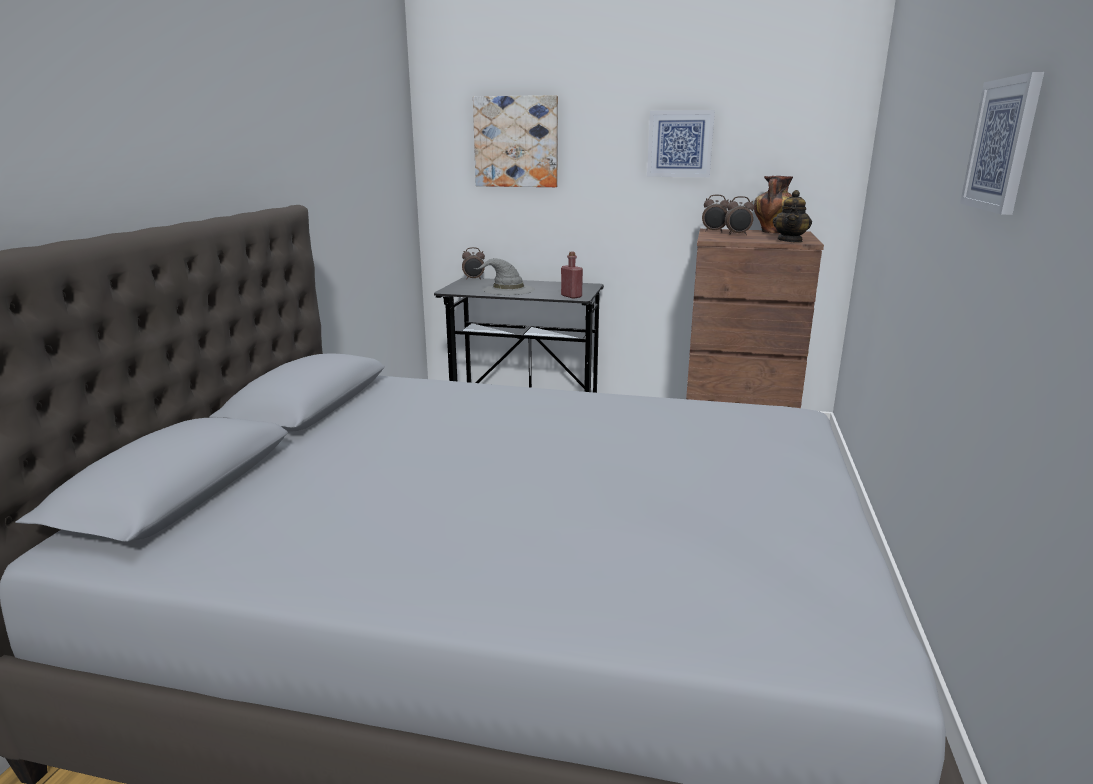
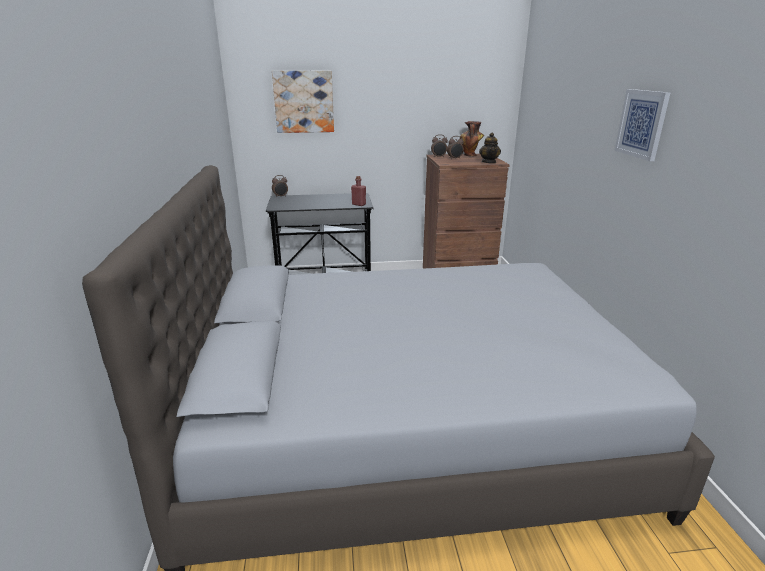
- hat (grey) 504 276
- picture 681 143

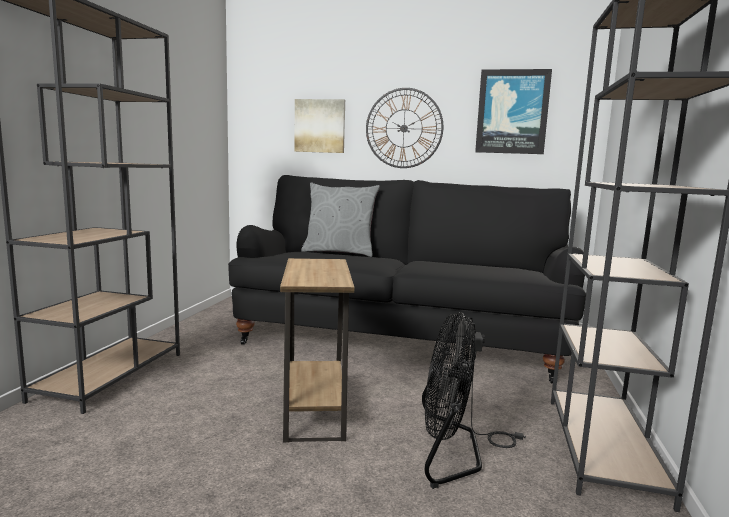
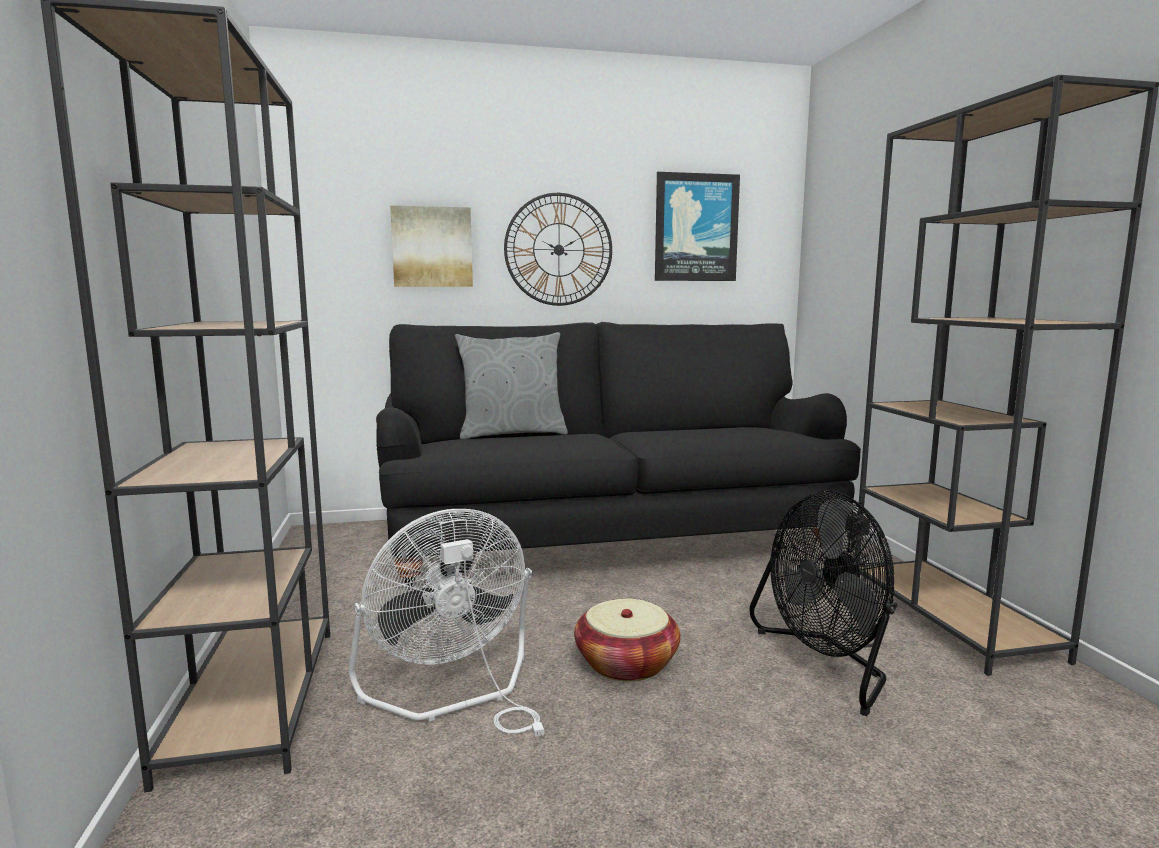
+ fan (white) 446 623
~ side table (brown) 317 350 to basket 627 640

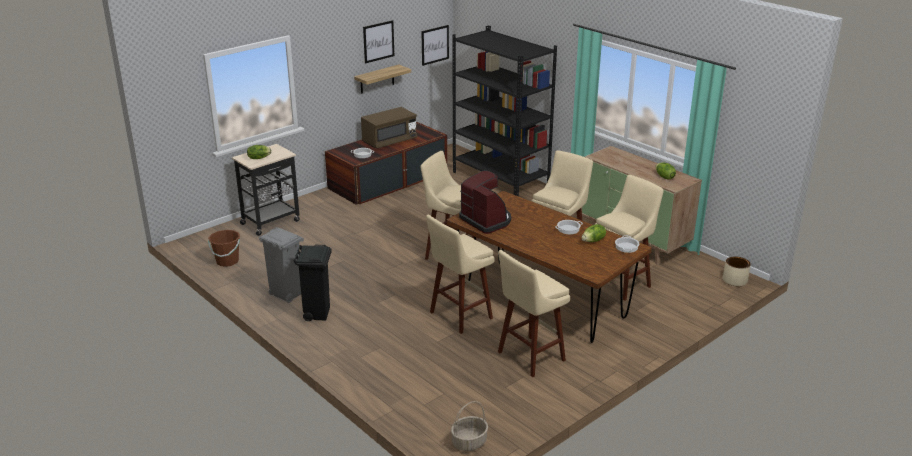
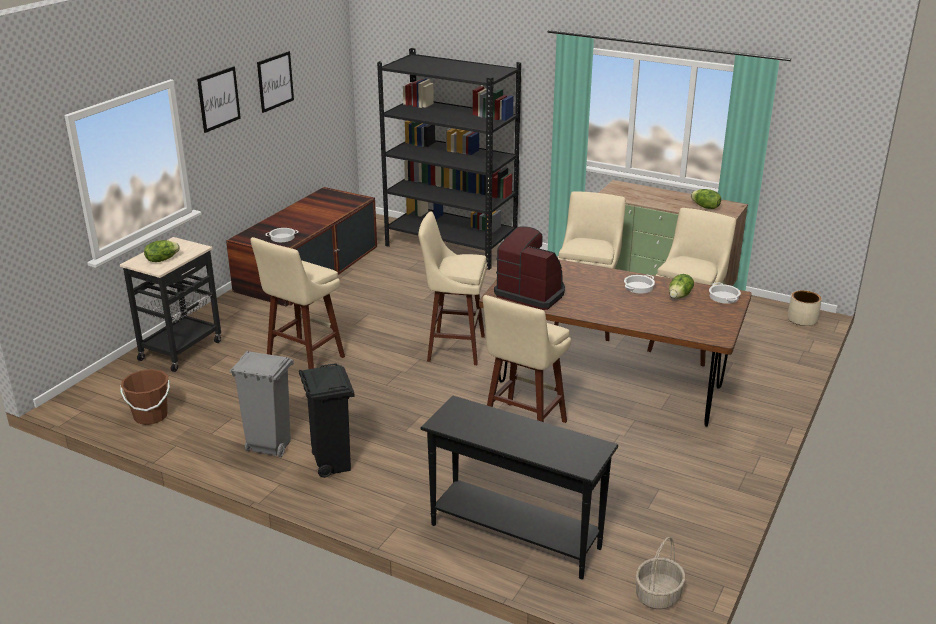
~ picture 435 45 to 219 99
~ stool (beige) 534 313 to 298 303
+ console table (black) 519 487
- shelf 382 79
- microwave (brown) 389 128

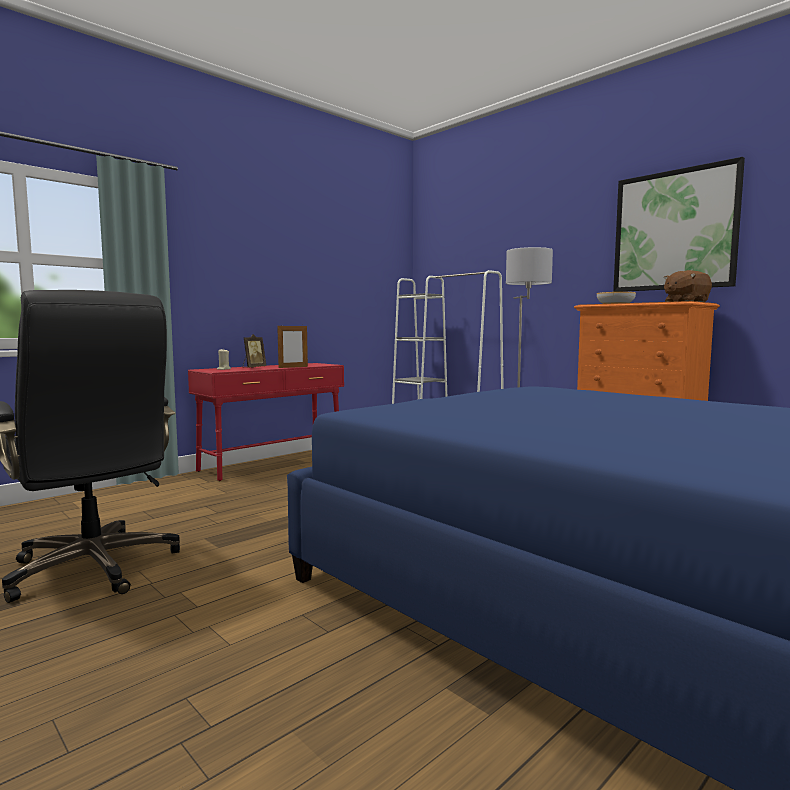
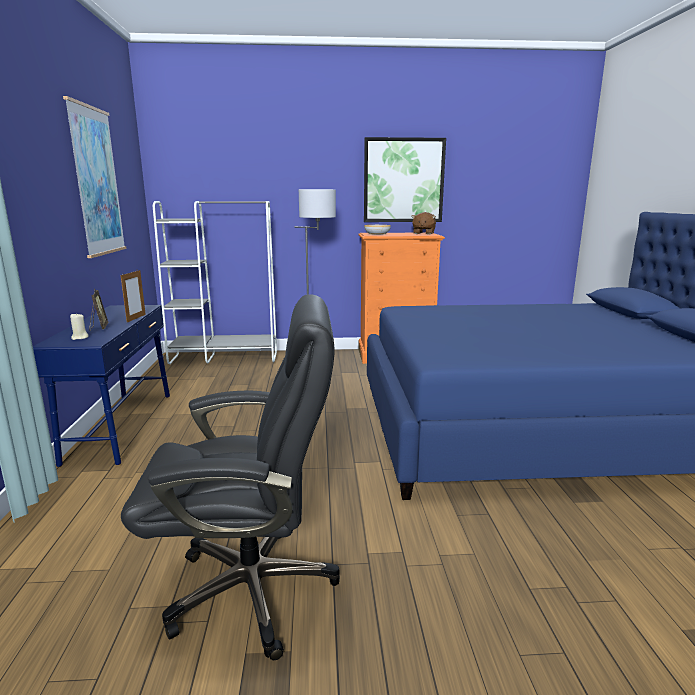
~ console table (red) 266 422 to console table (blue) 101 386
+ picture 95 177

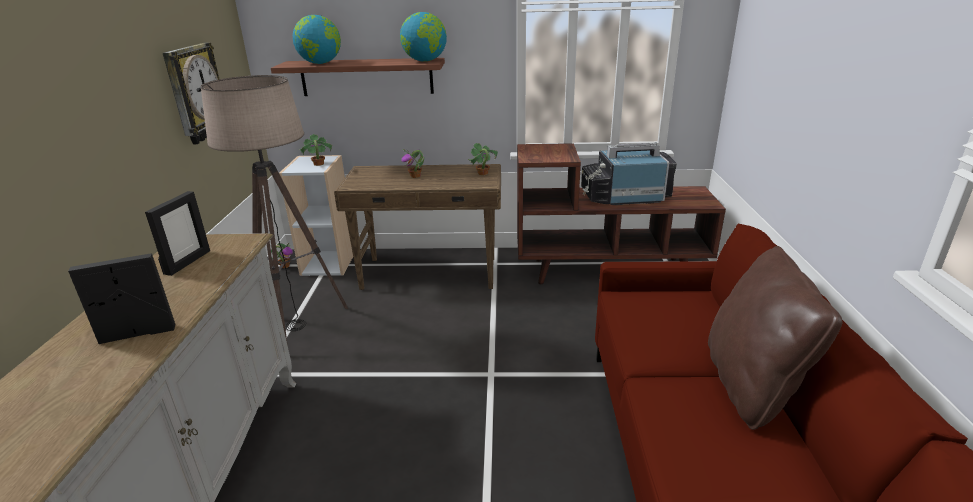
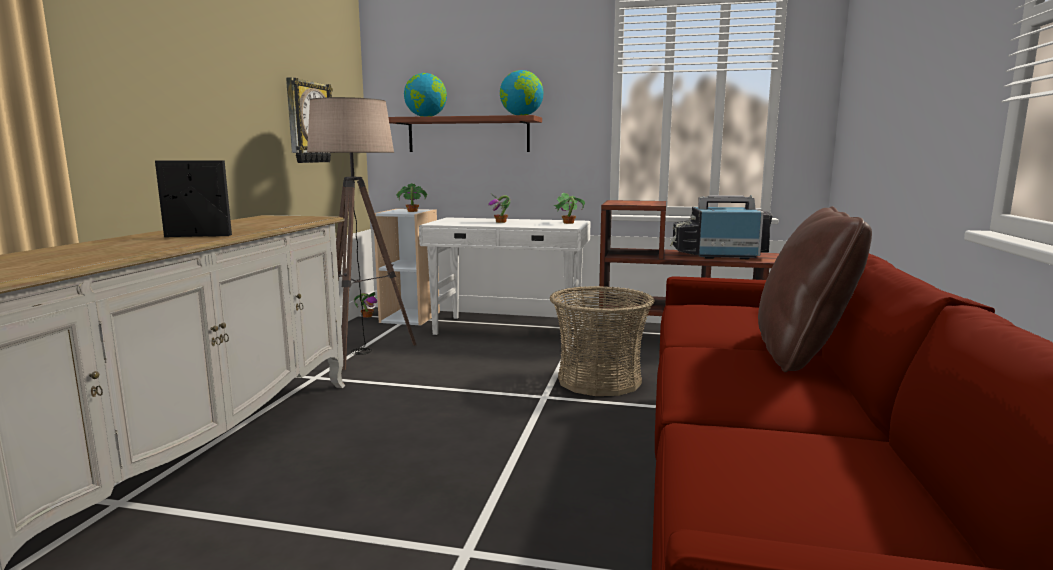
~ console table (brown) 417 227 to console table (white) 504 280
+ basket 602 341
- picture frame 177 233

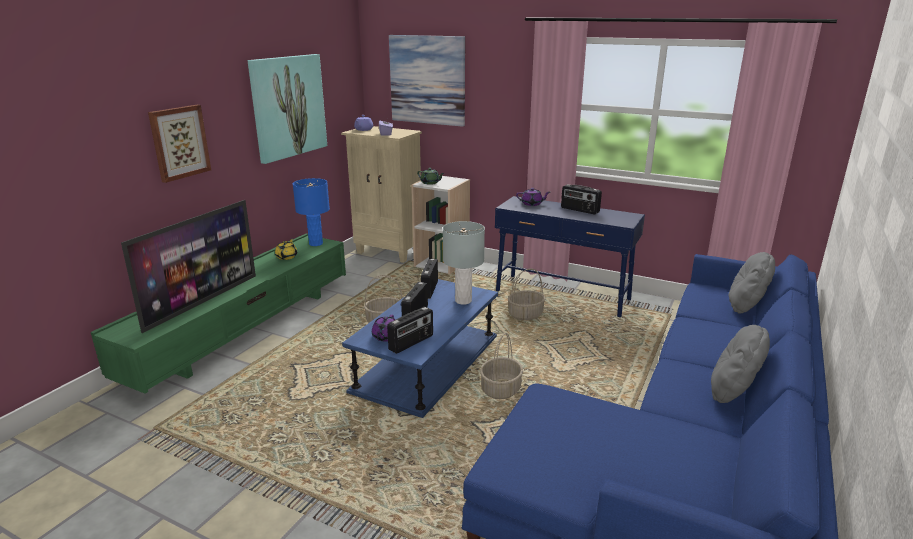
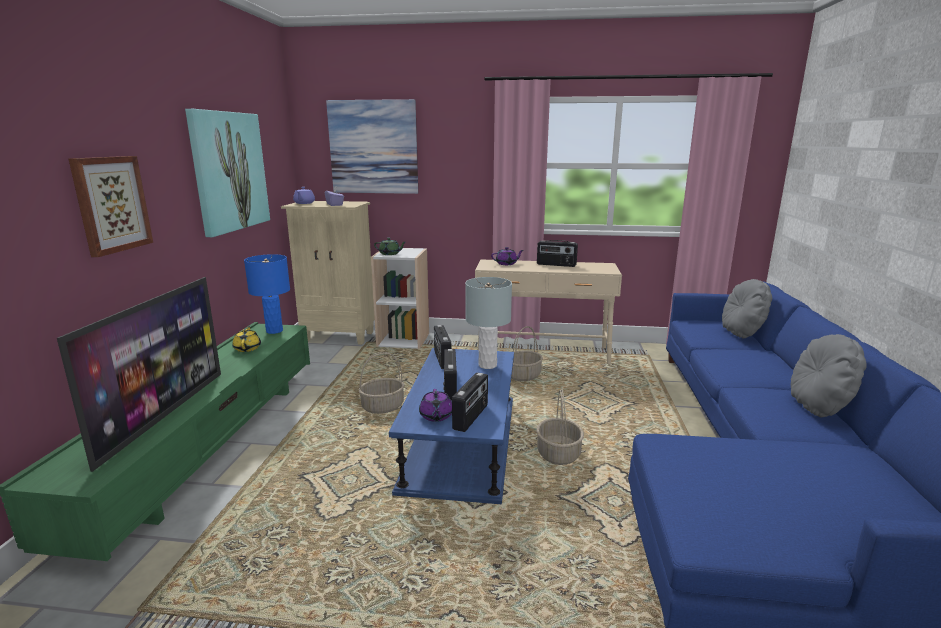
~ console table (blue) 570 256 to console table (beige) 548 312

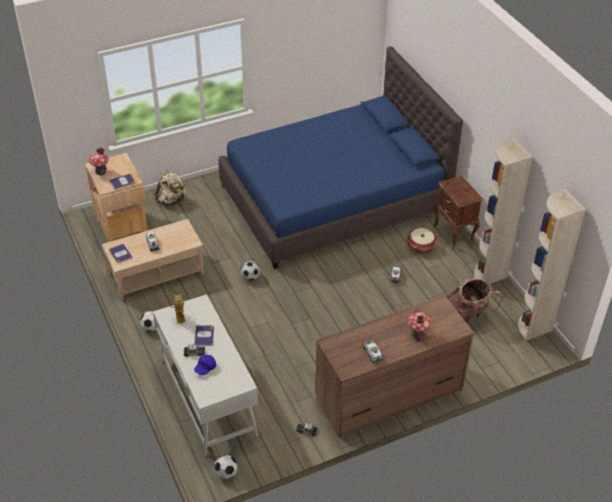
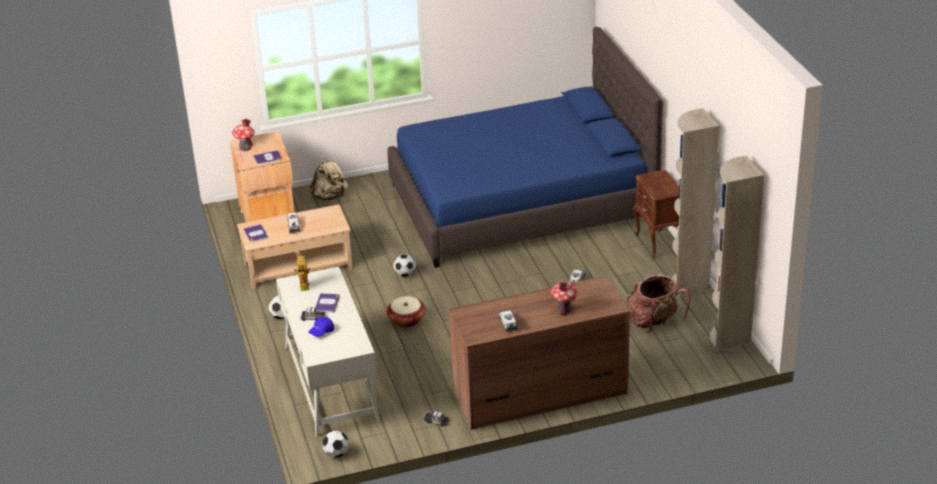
~ basket 422 241 to 406 312

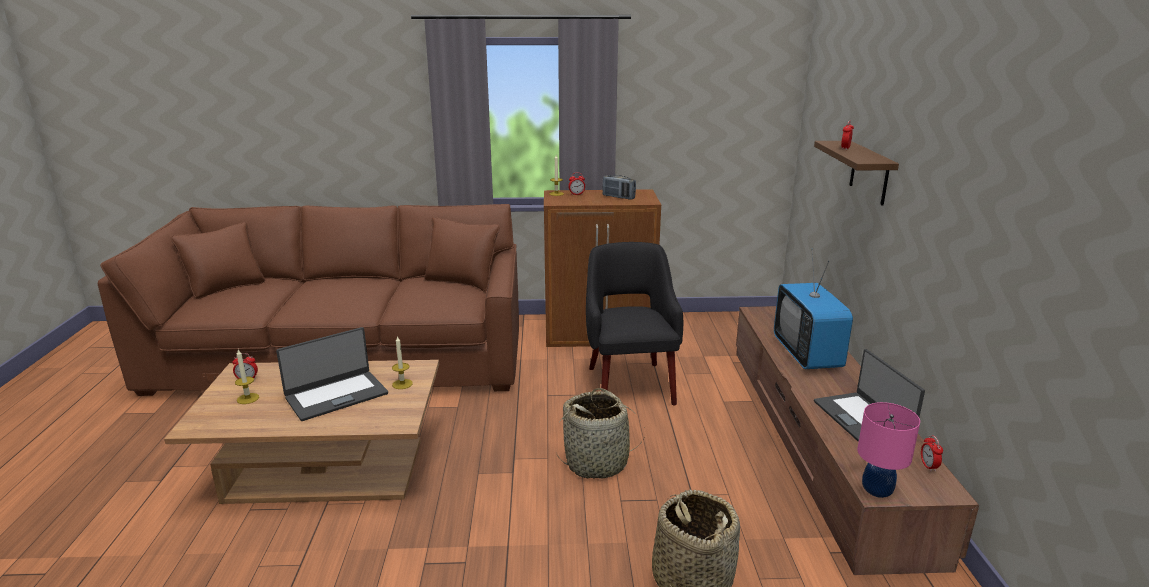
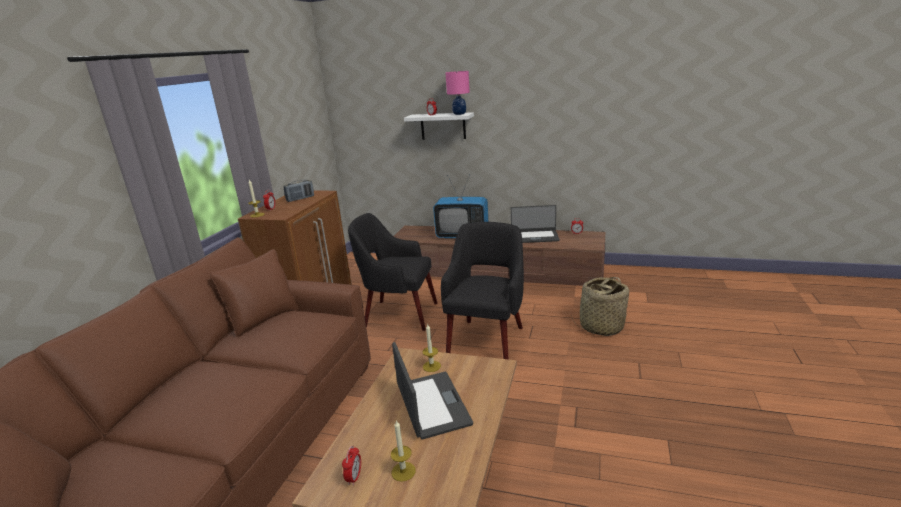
~ shelf (brown) 856 173 to shelf (white) 439 126
~ basket 600 433 to armchair (black) 482 290
~ table lamp (pink) 888 450 to 458 93

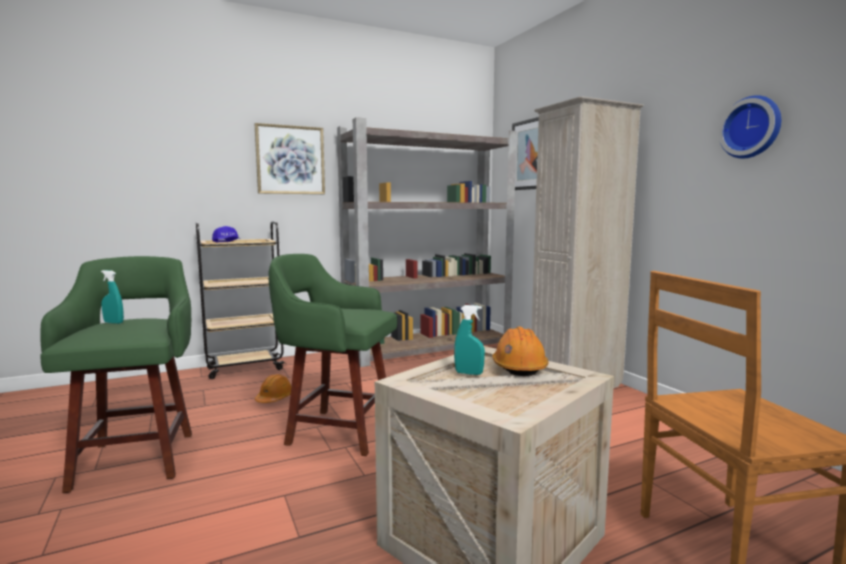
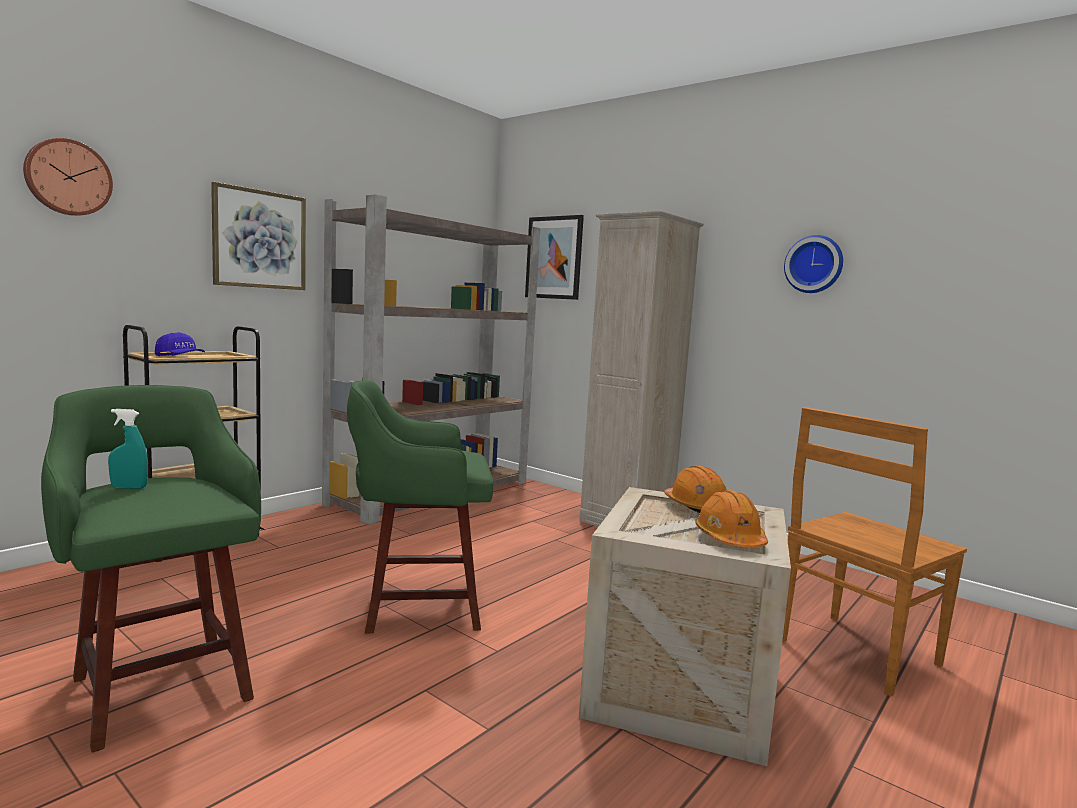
+ wall clock 68 177
~ hard hat (orange) 273 388 to 731 518
- spray bottle (turquoise) 469 340

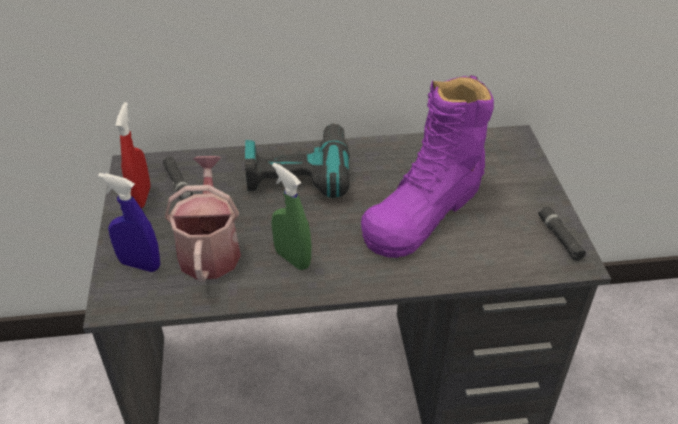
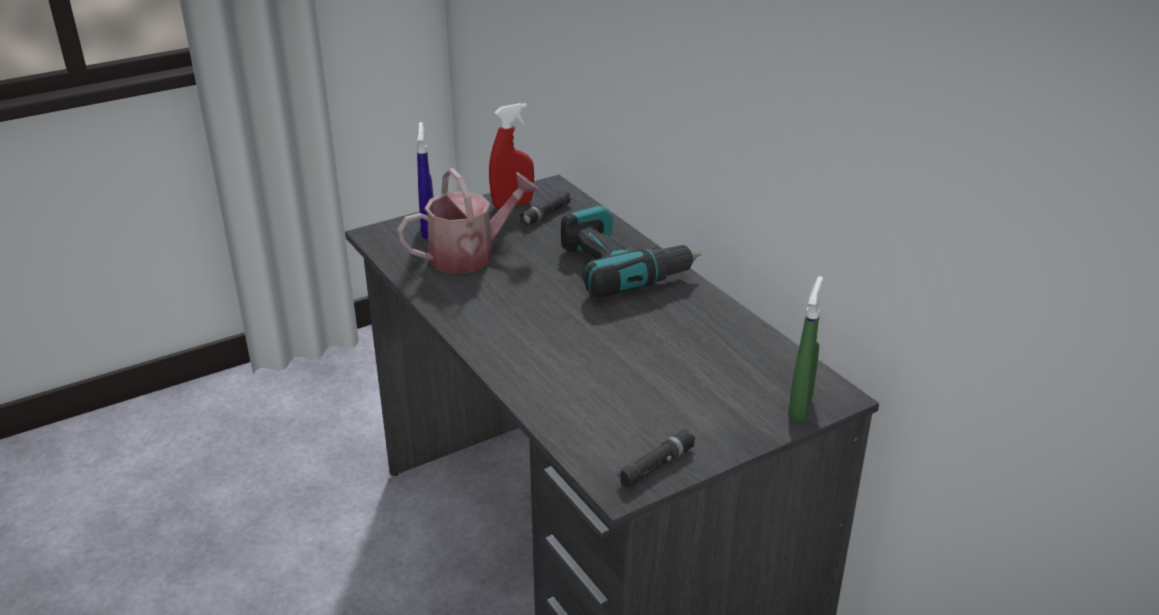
~ spray bottle (green) 291 216 to 805 349
- boot (purple) 427 166

